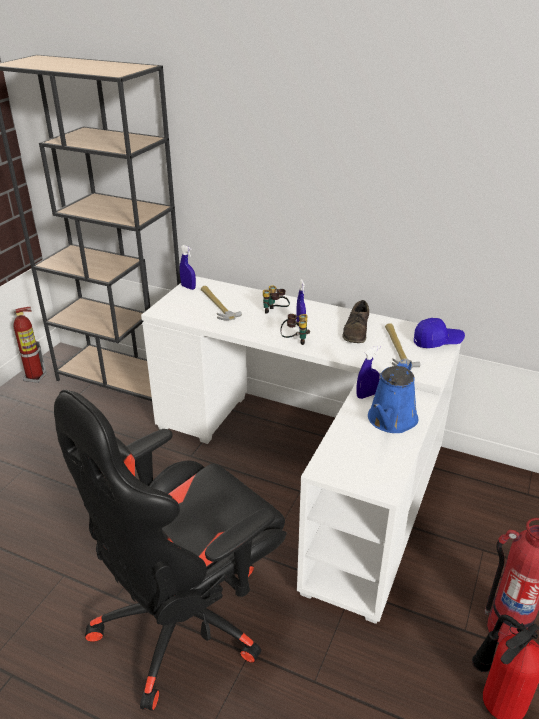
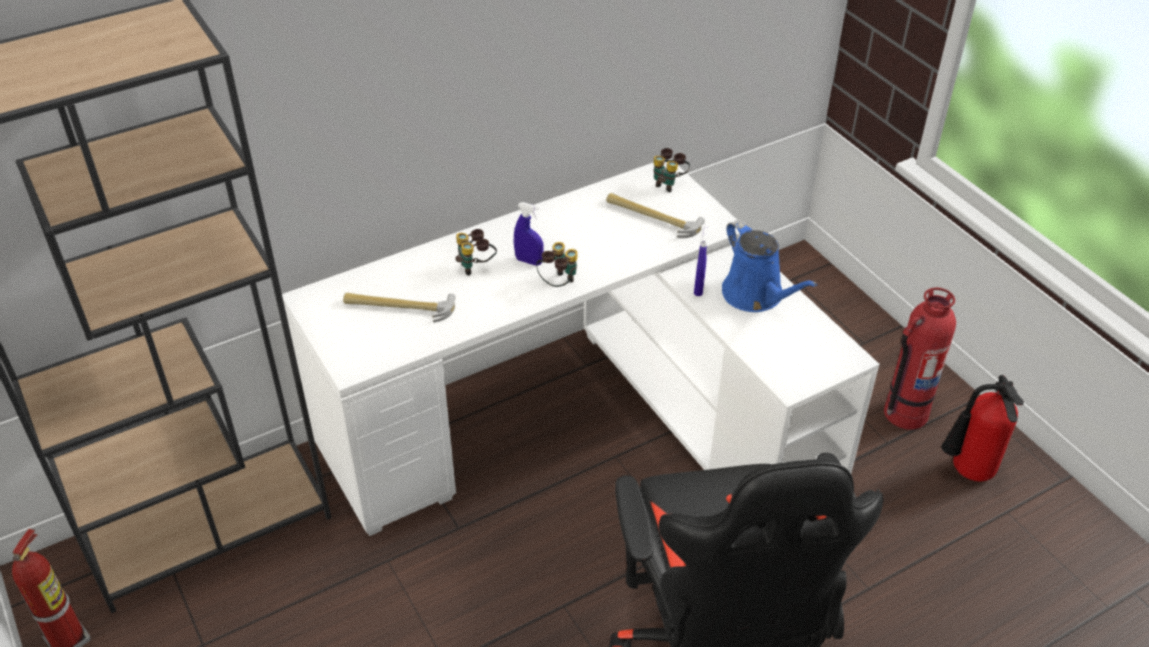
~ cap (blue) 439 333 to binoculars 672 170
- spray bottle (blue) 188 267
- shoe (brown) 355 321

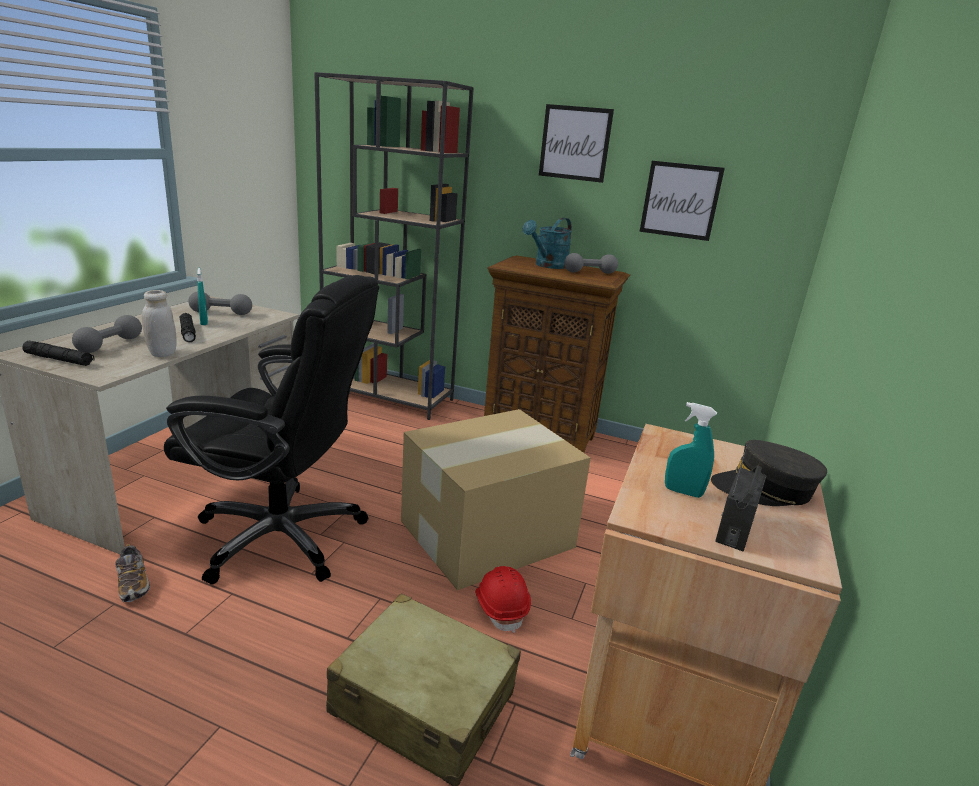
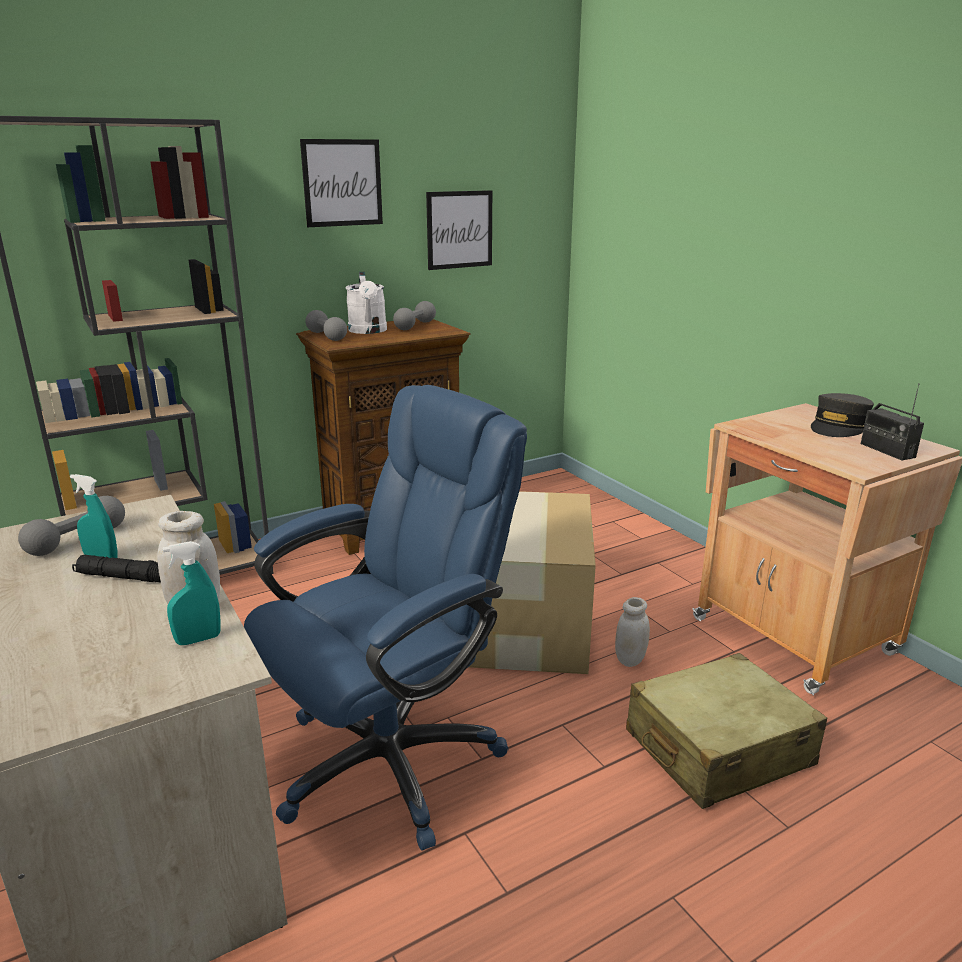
~ spray bottle (turquoise) 691 450 to 192 593
~ office chair (black) 271 430 to office chair (blue) 385 618
~ dumbbell (grey) 107 334 to 326 325
~ watering can (turquoise) 547 243 to watering can (white) 366 303
~ hard hat (red) 503 599 to jar (white) 632 632
- flashlight (black) 58 353
- shoe 132 573

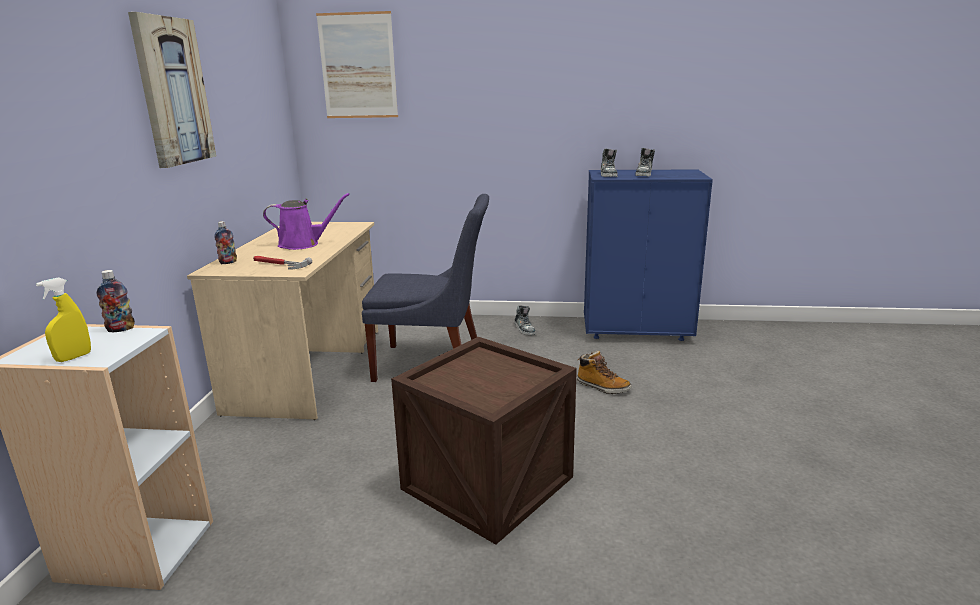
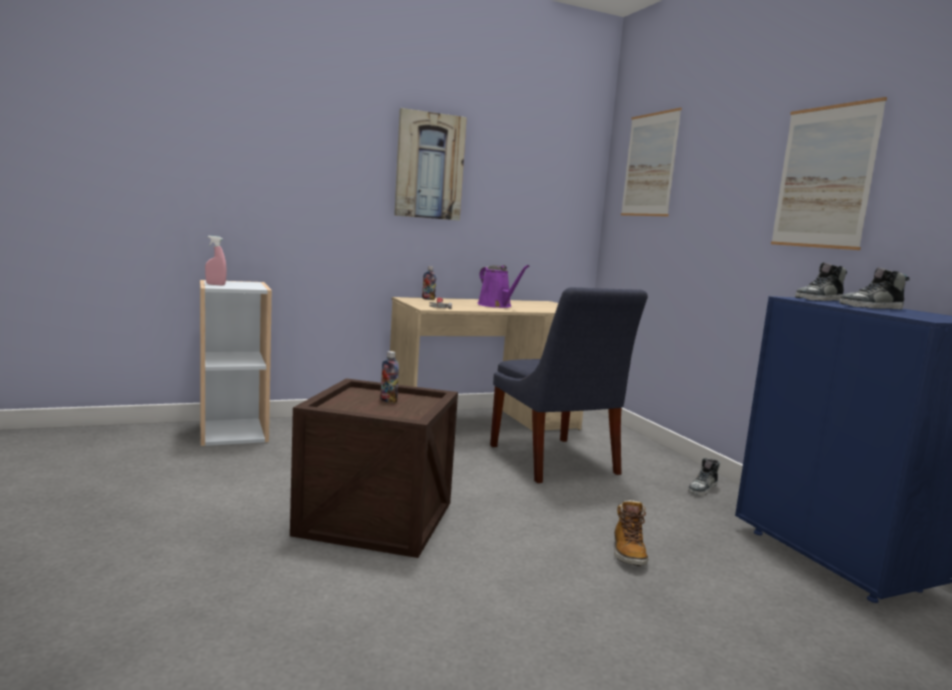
~ spray bottle (yellow) 63 319 to spray bottle (pink) 216 261
~ bottle 116 301 to 389 377
+ picture 829 173

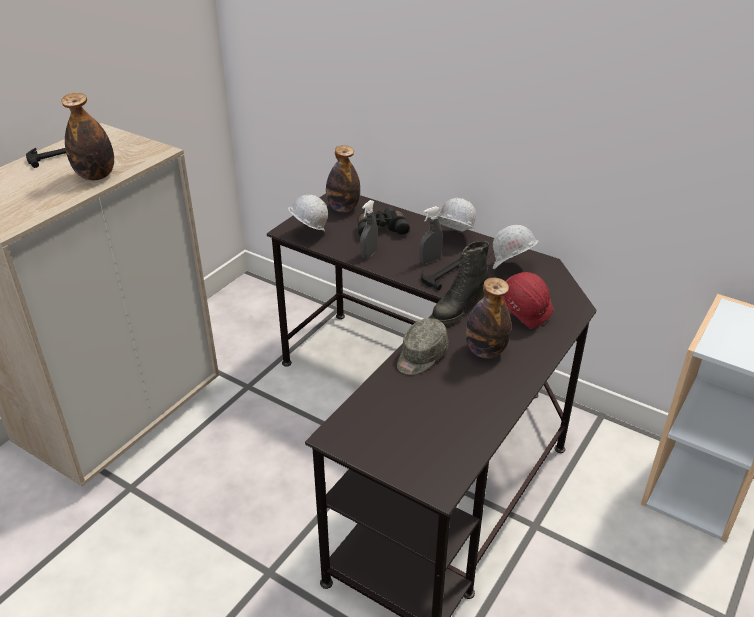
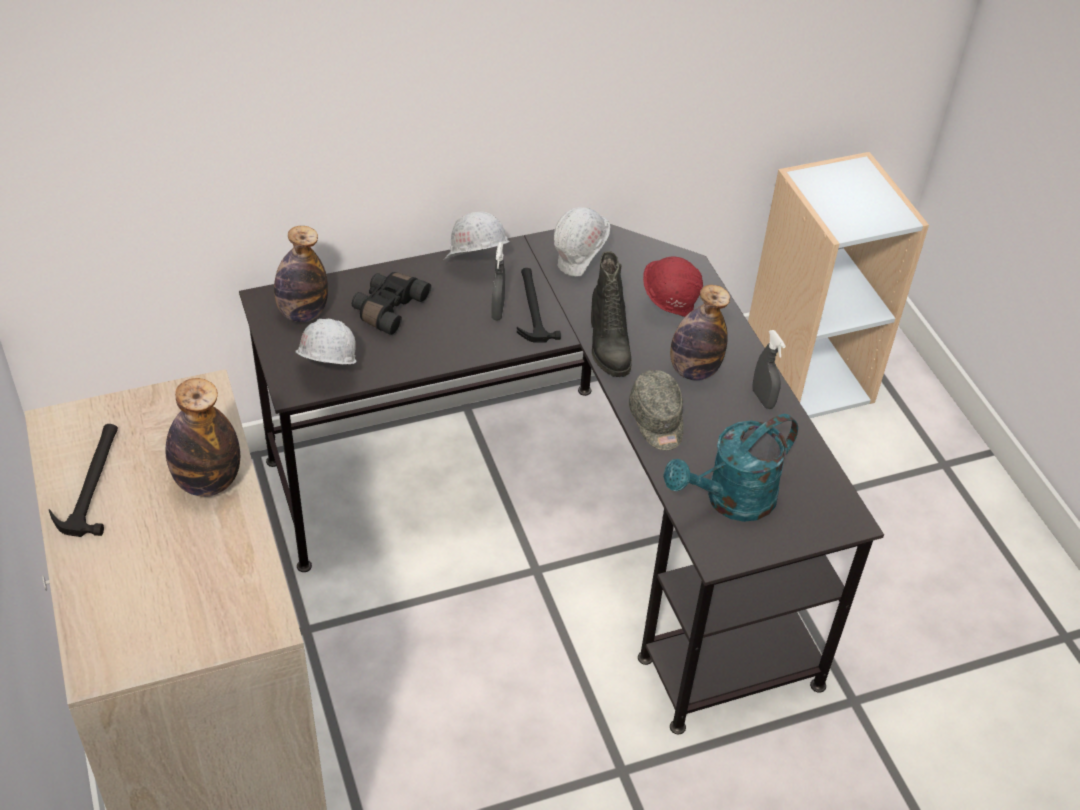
+ watering can (turquoise) 730 468
~ spray bottle (grey) 369 229 to 769 369

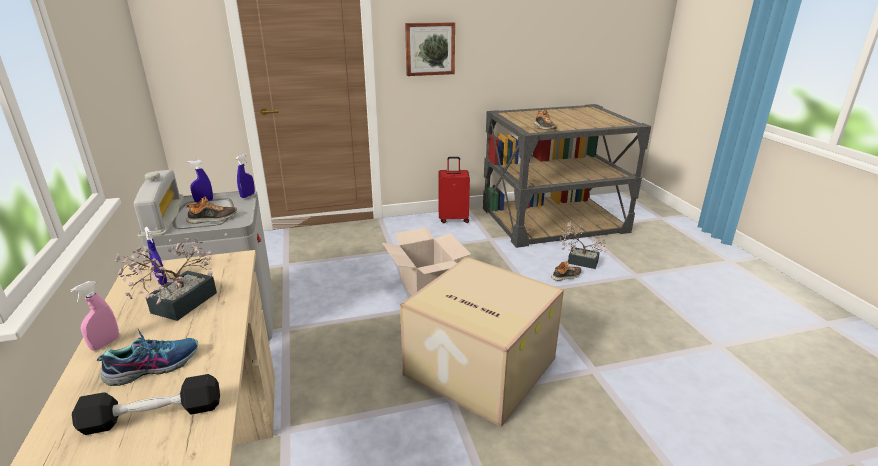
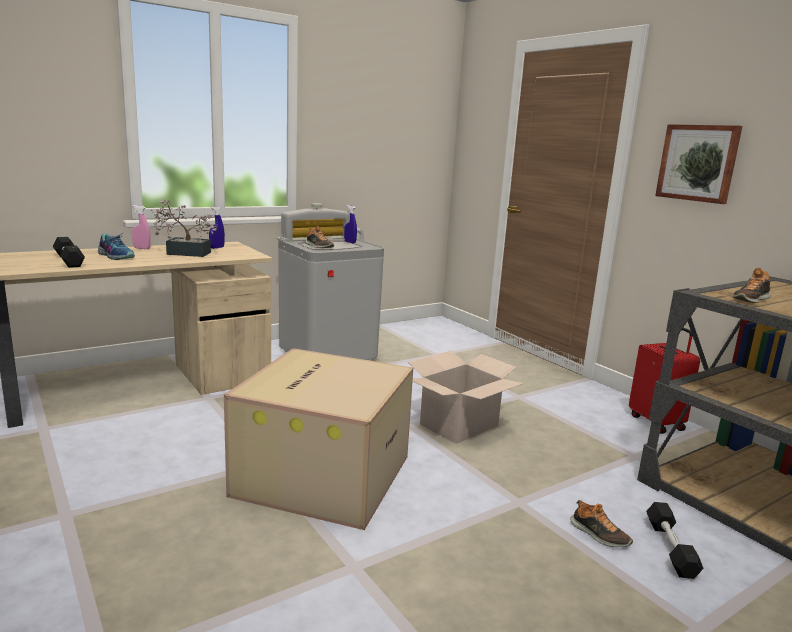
~ potted plant 584 245 to dumbbell (black) 674 540
- spray bottle (blue) 245 176

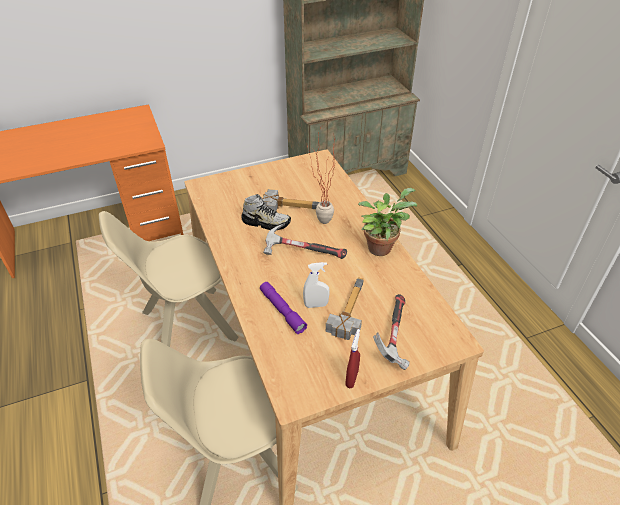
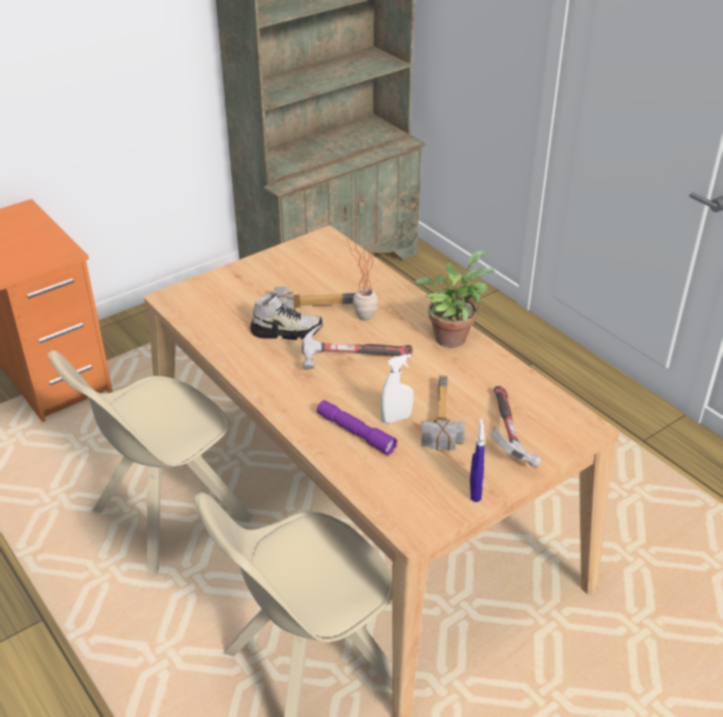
~ spray bottle (red) 353 358 to spray bottle (blue) 477 460

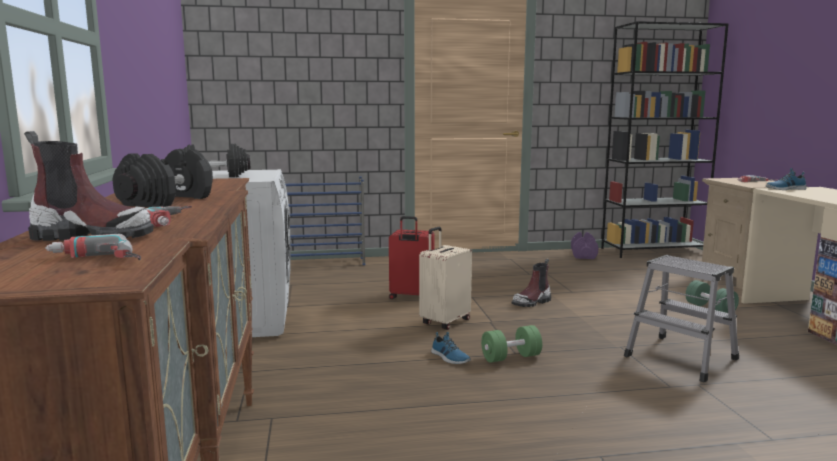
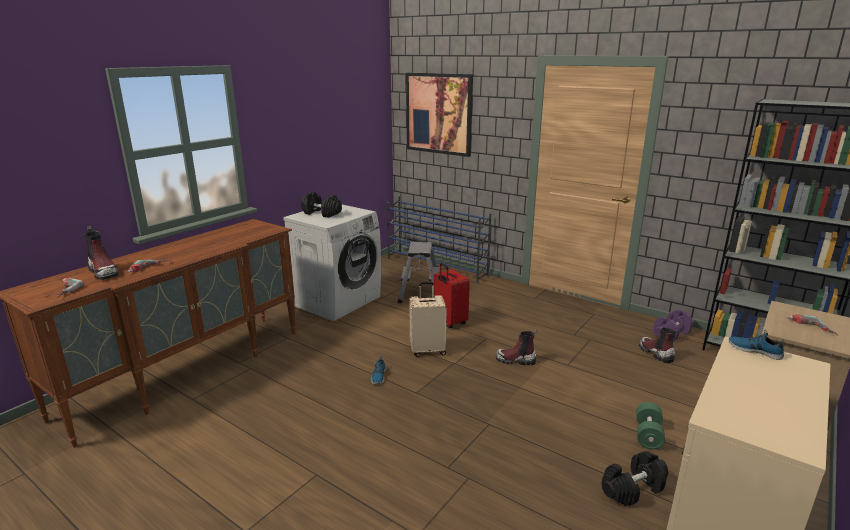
~ step ladder (grey) 681 318 to 418 272
+ picture 439 115
~ dumbbell (black) 163 178 to 635 478
+ boot 658 345
- dumbbell (green) 511 344

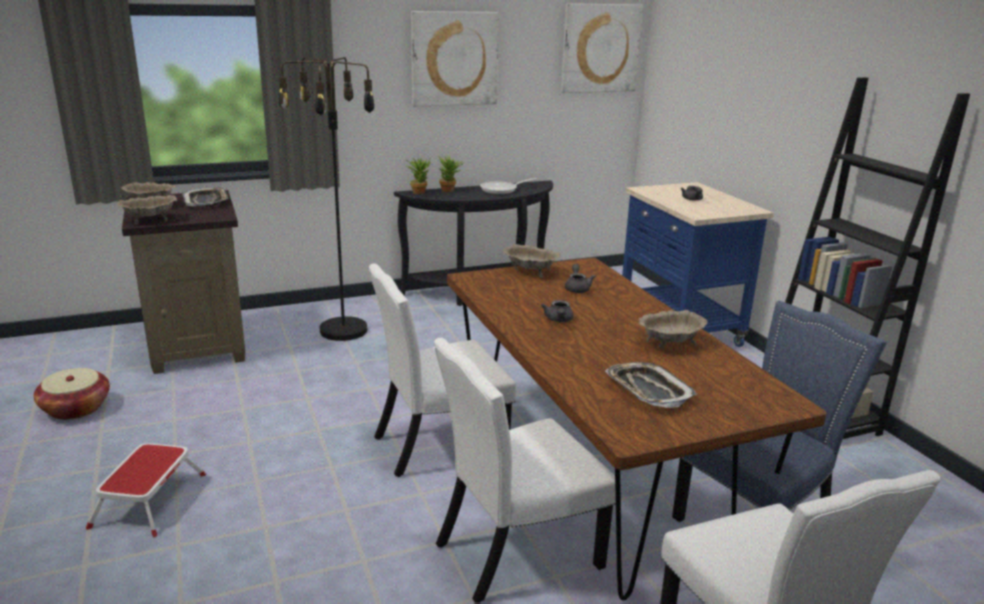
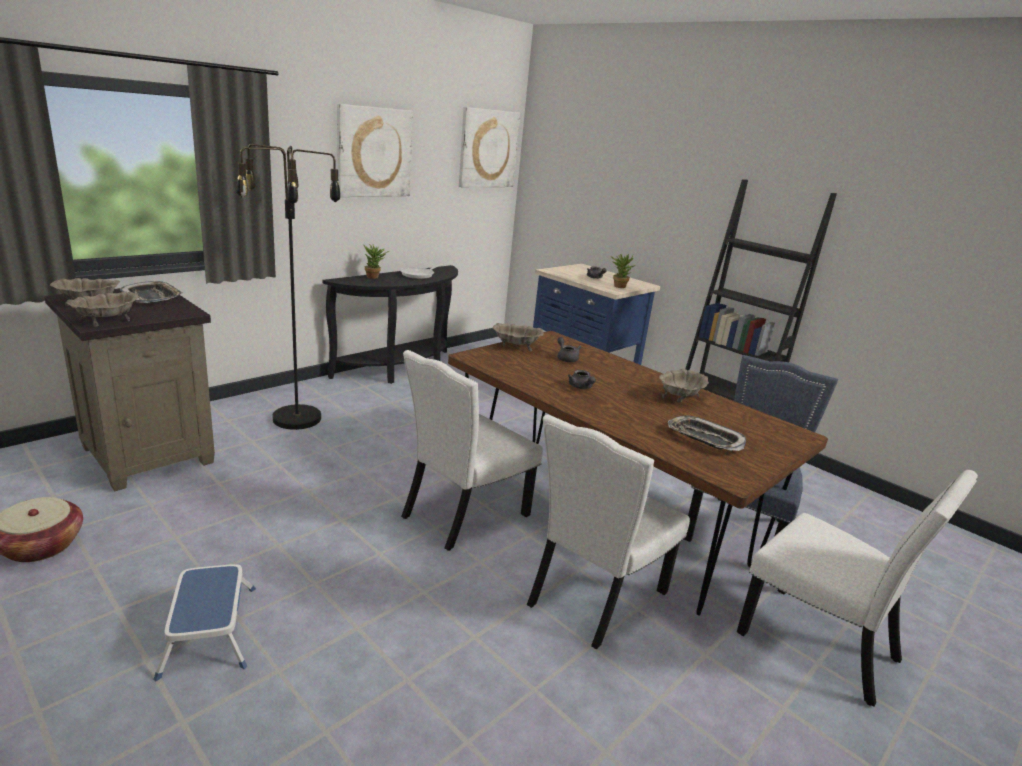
~ step ladder (red) 146 490 to step ladder (blue) 204 622
~ potted plant 418 175 to 623 270

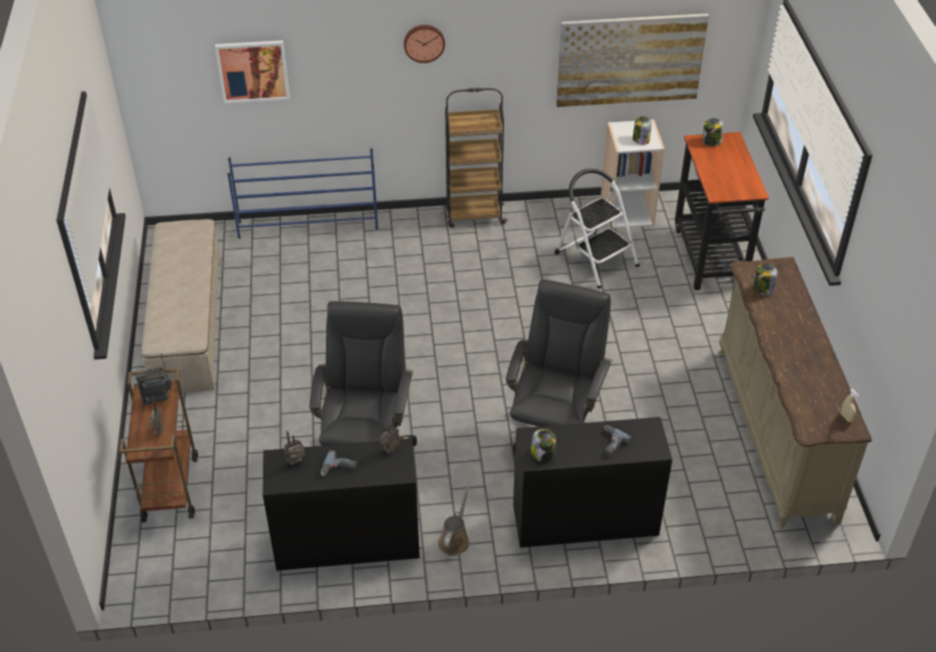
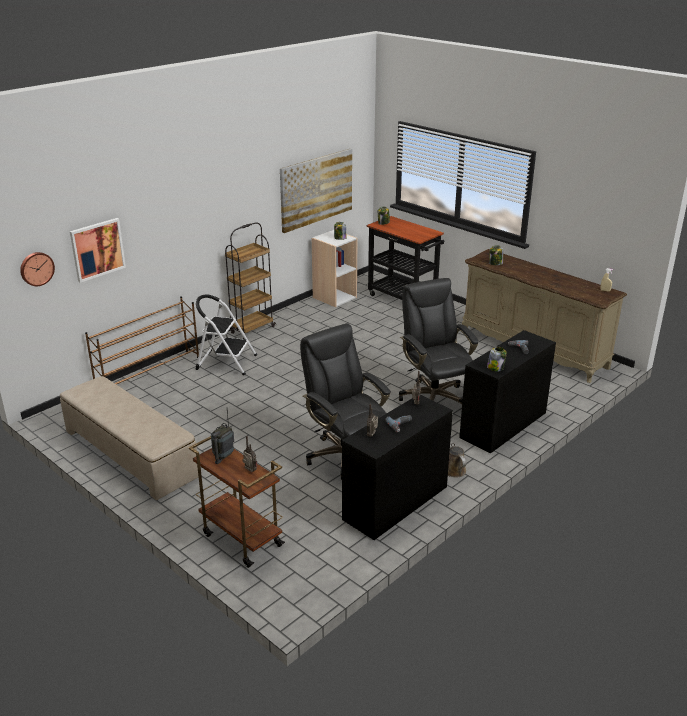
~ wall clock 424 44 to 37 269
~ shoe rack (blue) 303 194 to shoe rack (brown) 142 340
~ step ladder 597 229 to 226 334

